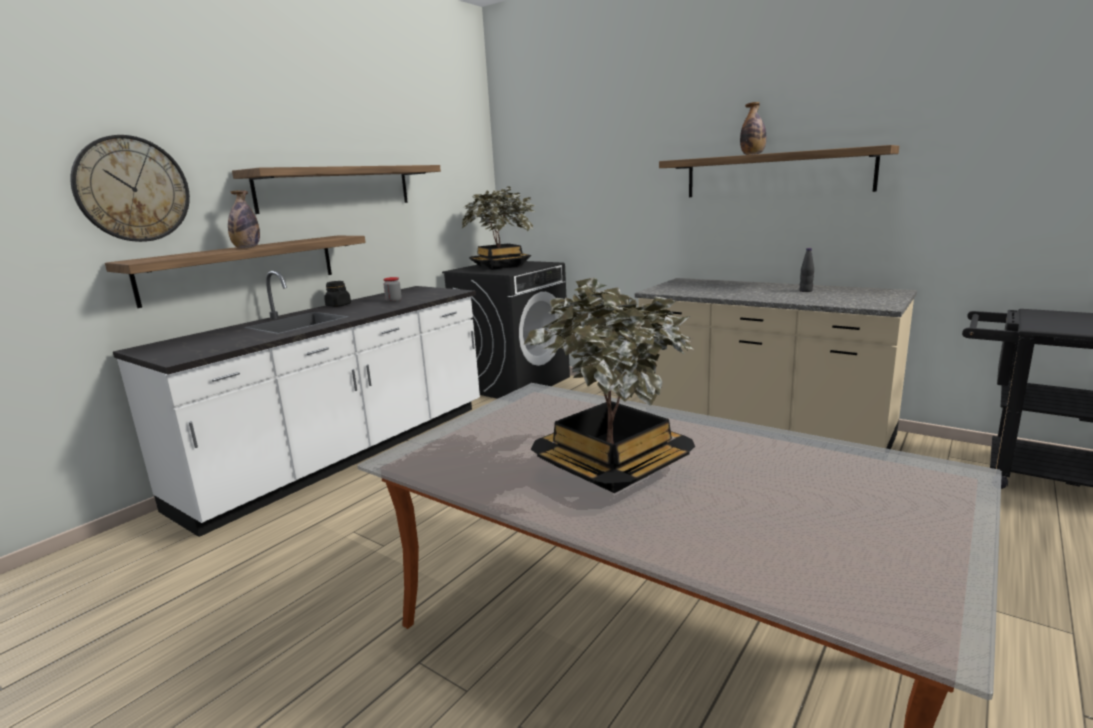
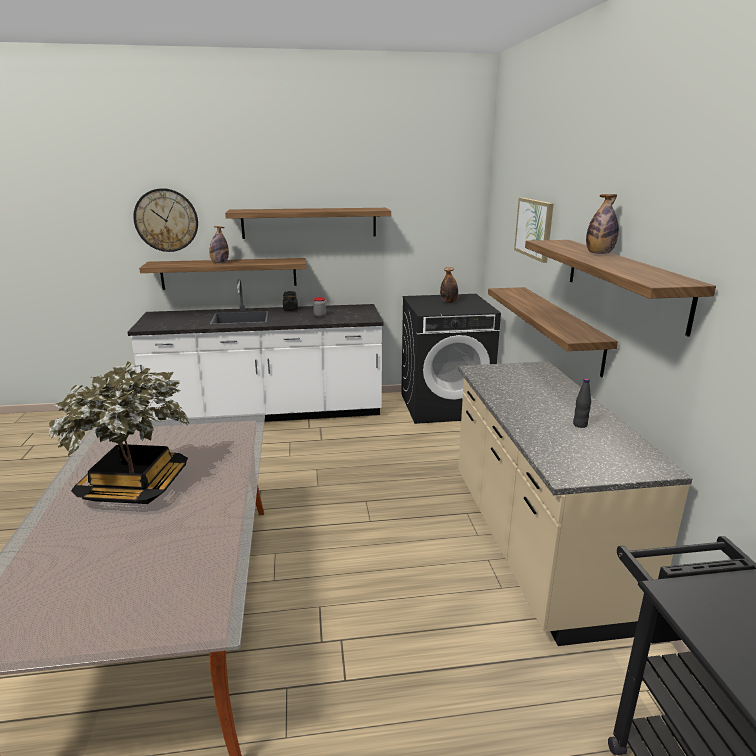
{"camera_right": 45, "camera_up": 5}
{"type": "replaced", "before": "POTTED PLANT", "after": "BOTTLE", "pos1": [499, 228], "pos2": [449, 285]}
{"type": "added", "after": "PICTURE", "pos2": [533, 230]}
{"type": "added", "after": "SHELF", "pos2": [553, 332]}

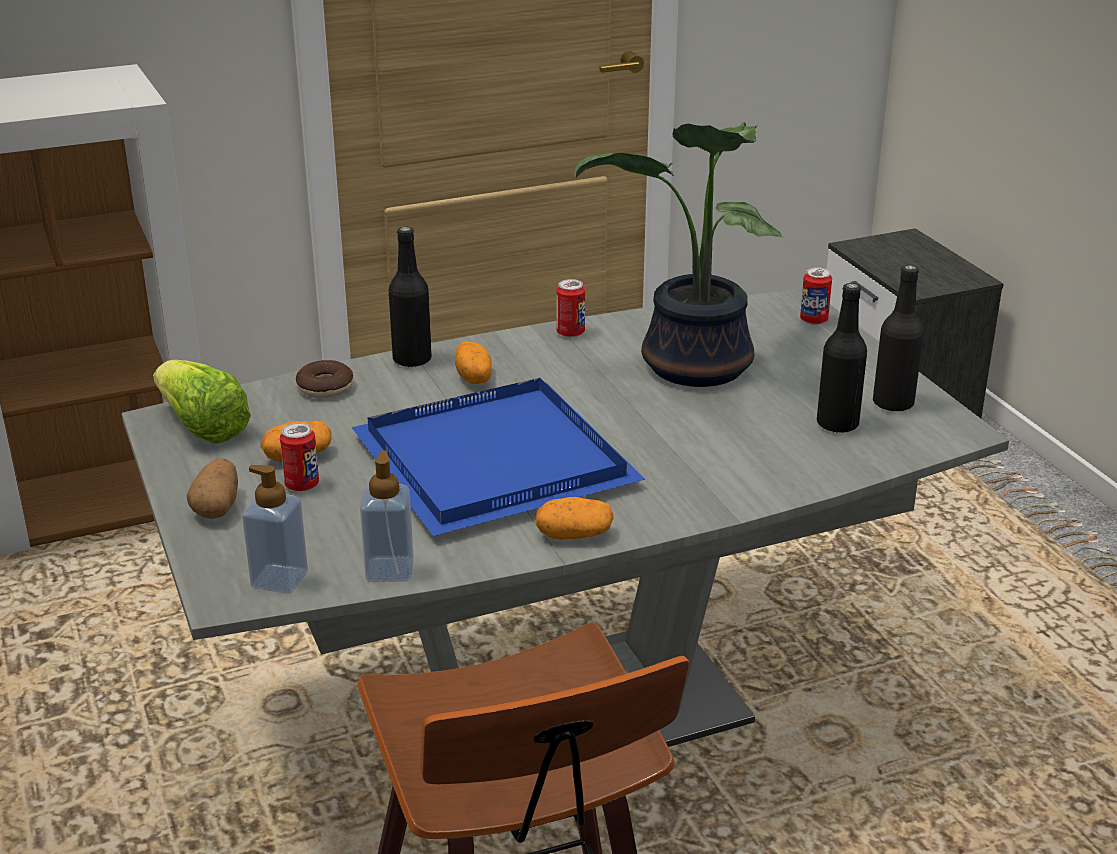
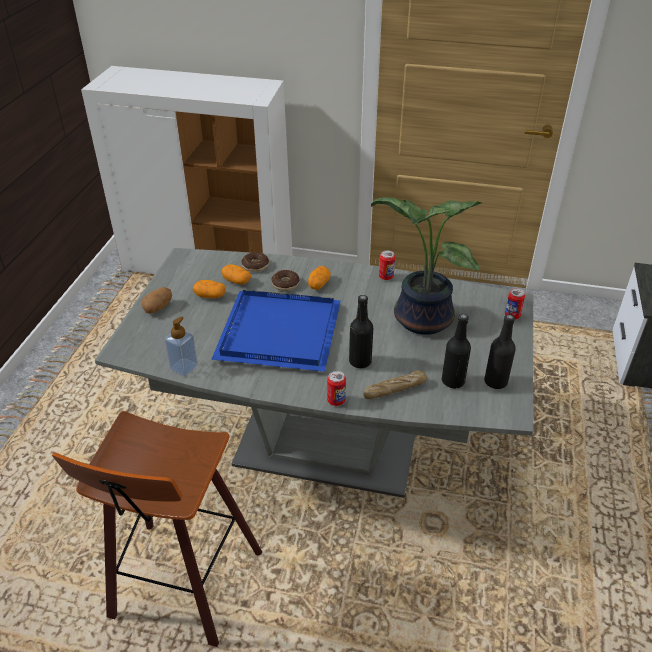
{"camera_right": 35, "camera_up": 10}
{"type": "moved", "before": "BLACK BOTTLE", "pos1": [410, 297], "pos2": [361, 331]}
{"type": "removed", "before": "LETTUCE", "pos1": [202, 402]}
{"type": "moved", "before": "CAN", "pos1": [299, 457], "pos2": [336, 388]}
{"type": "removed", "before": "SOAP DISPENSER", "pos1": [275, 529]}
{"type": "moved", "before": "POTATO", "pos1": [574, 518], "pos2": [236, 274]}
{"type": "added", "after": "DONUT", "pos2": [285, 280]}
{"type": "added", "after": "BREAD", "pos2": [395, 385]}

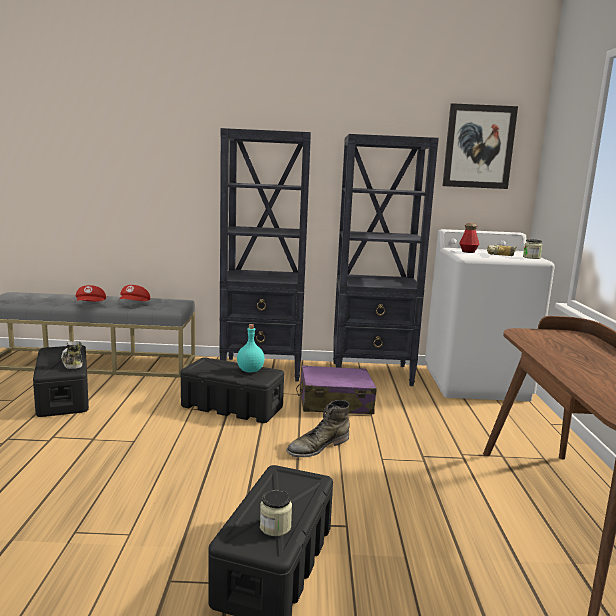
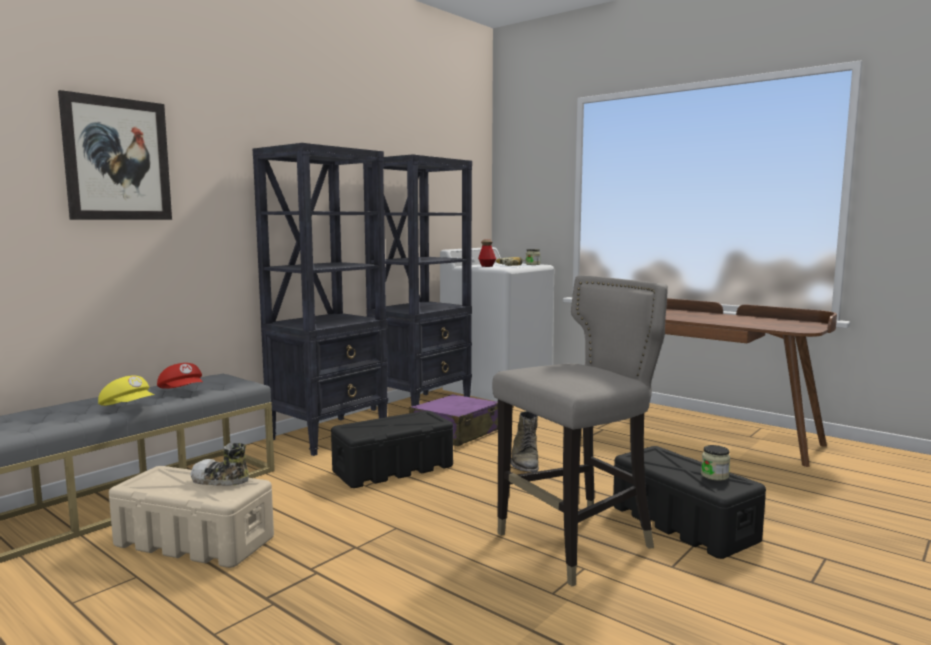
{"camera_right": -50, "camera_up": -5}
{"type": "moved", "before": "PICTURE", "pos1": [480, 146], "pos2": [115, 155]}
{"type": "recoloured", "before": "RED CAP", "after": "YELLOW CAP", "pos1": [91, 293], "pos2": [126, 391]}
{"type": "removed", "before": "TURQUOISE BOTTLE", "pos1": [251, 348]}
{"type": "recoloured", "before": "BLACK STORAGE BOX", "after": "BEIGE STORAGE BOX", "pos1": [61, 381], "pos2": [191, 517]}
{"type": "added", "after": "GREY STOOL", "pos2": [580, 430]}

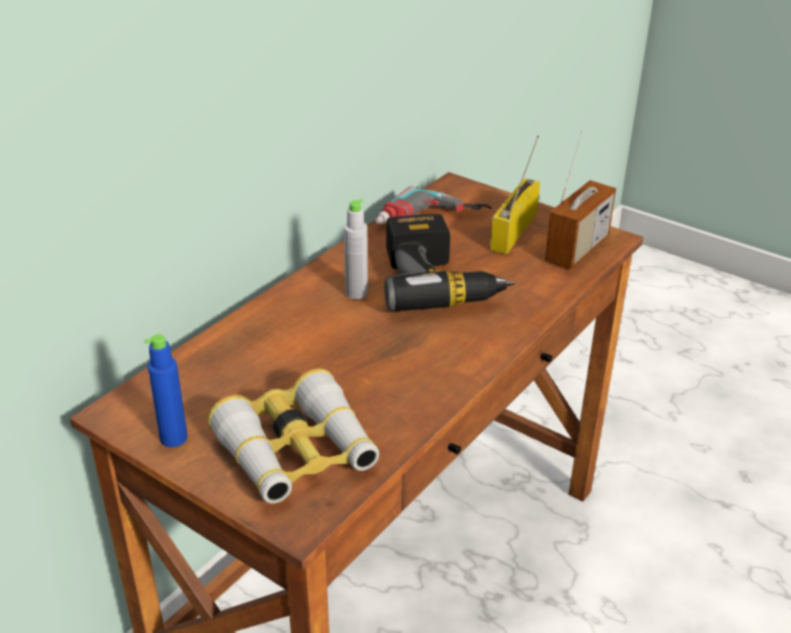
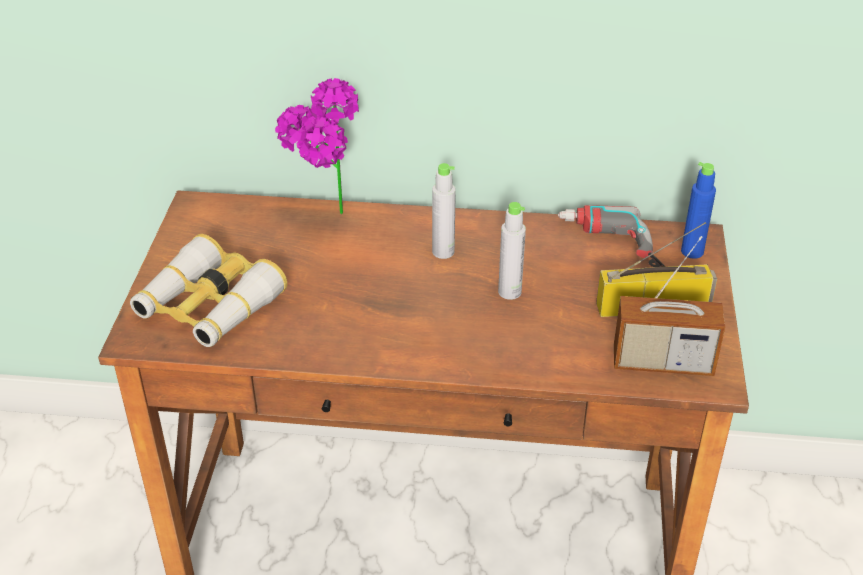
{"camera_right": 60, "camera_up": 5}
{"type": "replaced", "before": "POWER DRILL", "after": "GREY BOTTLE", "pos1": [449, 262], "pos2": [512, 251]}
{"type": "moved", "before": "BLUE BOTTLE", "pos1": [166, 390], "pos2": [698, 210]}
{"type": "added", "after": "POTTED PLANT", "pos2": [317, 146]}

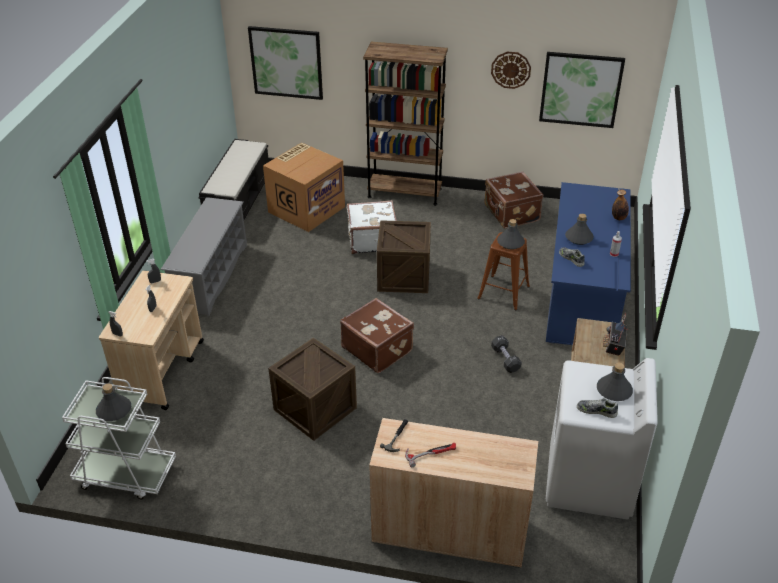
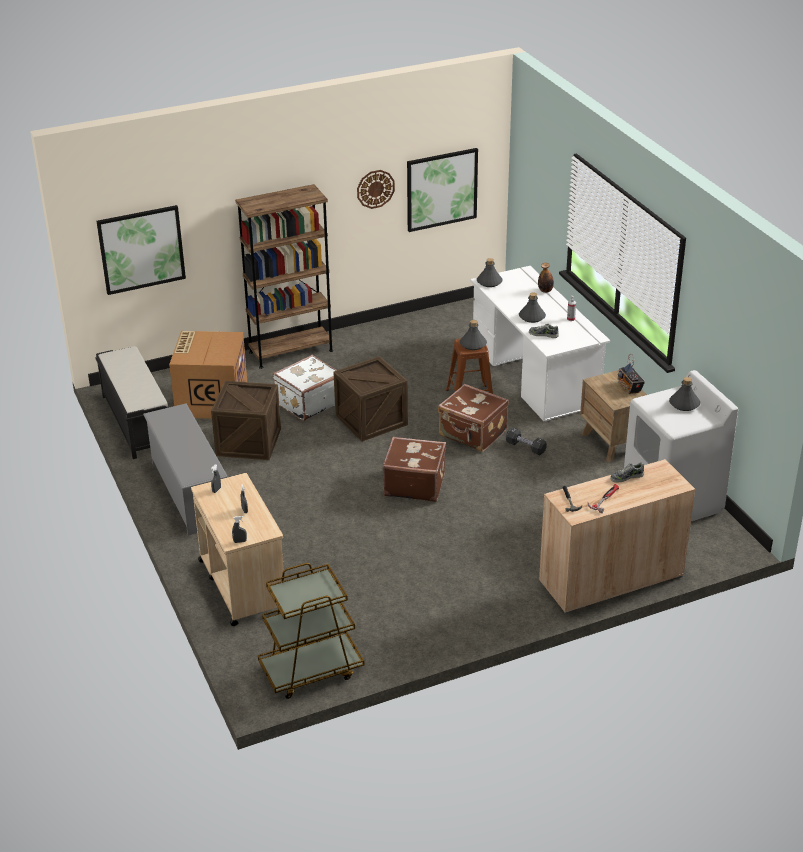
{"camera_right": -35, "camera_up": -5}
{"type": "moved", "before": "BROWN SUITCASE", "pos1": [514, 200], "pos2": [473, 418]}
{"type": "recoloured", "before": "BLUE DESK", "after": "WHITE DESK", "pos1": [588, 263], "pos2": [540, 343]}
{"type": "moved", "before": "CRATE", "pos1": [312, 389], "pos2": [246, 420]}
{"type": "recoloured", "before": "WHITE CART", "after": "BROWN CART", "pos1": [119, 438], "pos2": [311, 631]}
{"type": "moved", "before": "GREY BOTTLE", "pos1": [113, 402], "pos2": [490, 272]}
{"type": "moved", "before": "SHOE", "pos1": [597, 408], "pos2": [627, 472]}

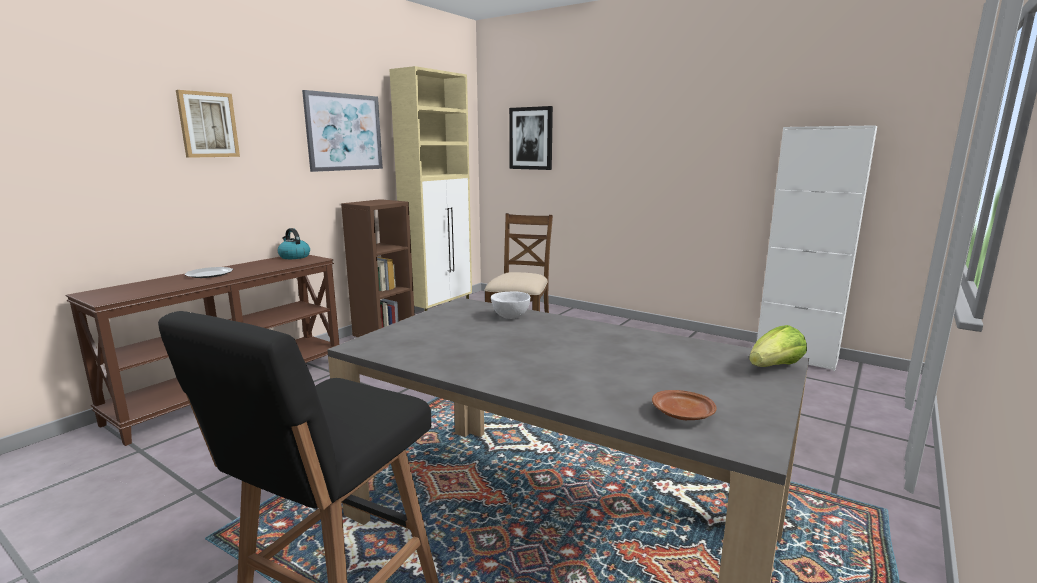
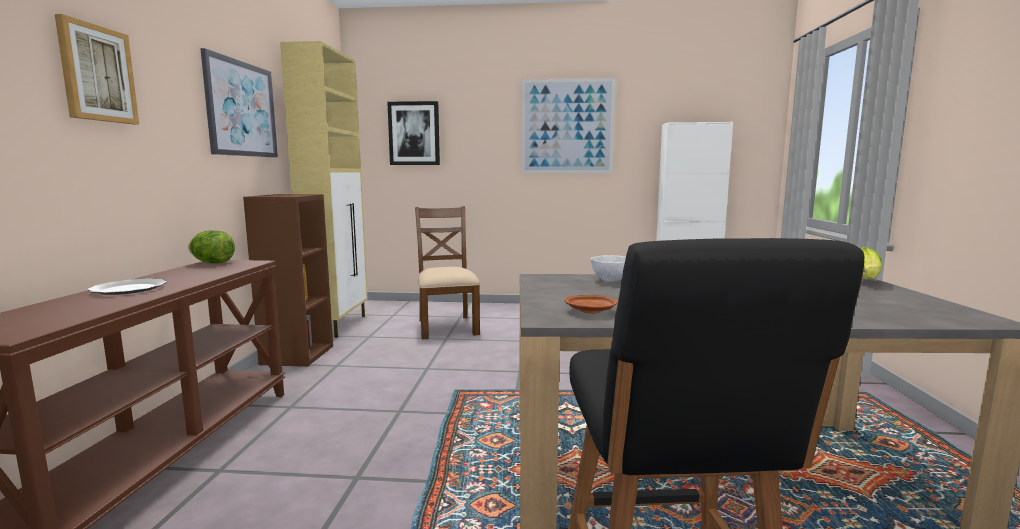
{"camera_right": -30, "camera_up": -5}
{"type": "replaced", "before": "KETTLE", "after": "LETTUCE", "pos1": [294, 243], "pos2": [211, 246]}
{"type": "moved", "before": "BROWN PLATE", "pos1": [684, 405], "pos2": [591, 304]}
{"type": "added", "after": "PICTURE", "pos2": [569, 125]}

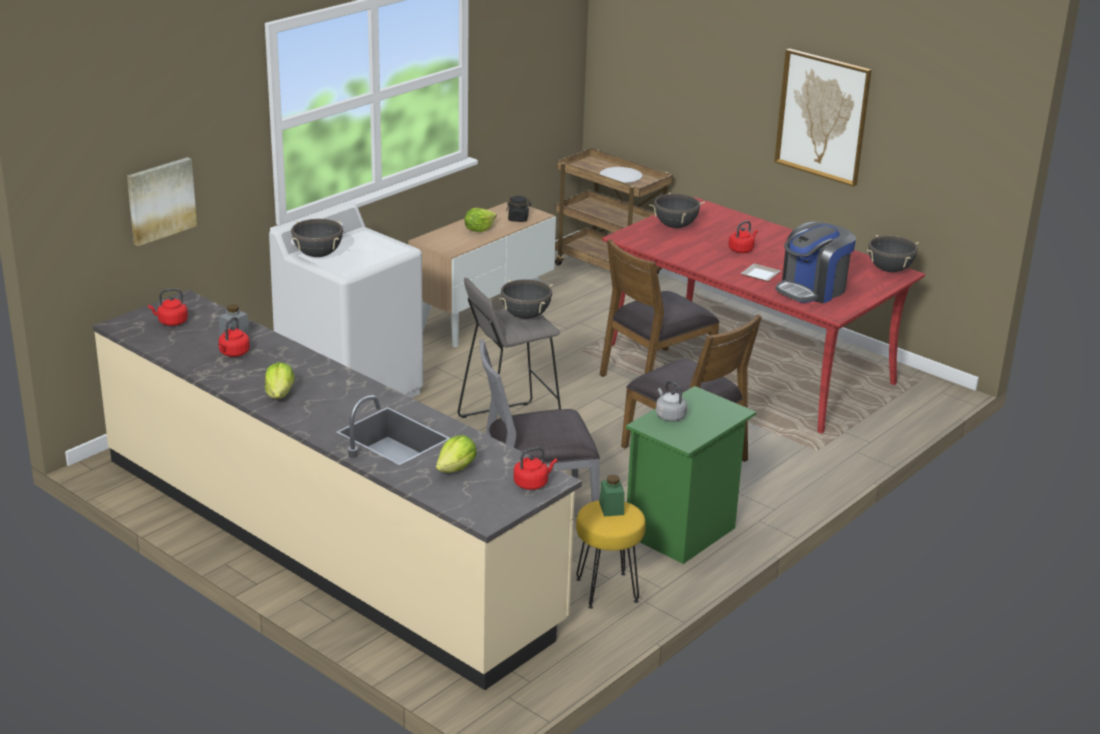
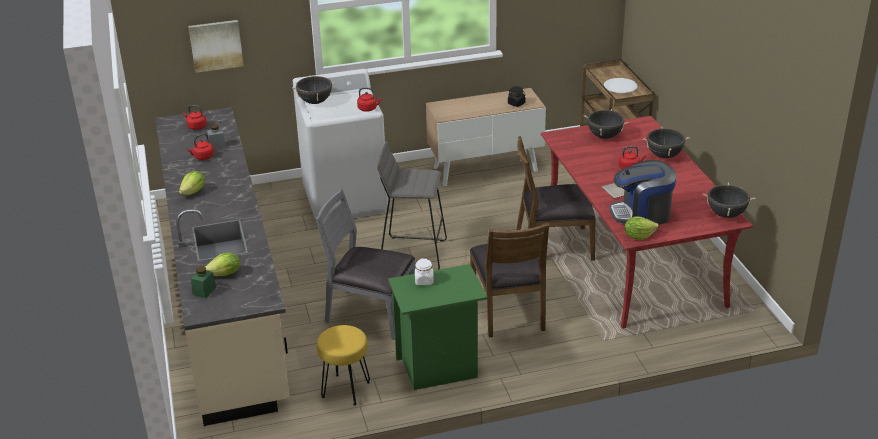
{"camera_right": 35, "camera_up": 5}
{"type": "removed", "before": "PICTURE", "pos1": [823, 118]}
{"type": "moved", "before": "LETTUCE", "pos1": [480, 220], "pos2": [641, 228]}
{"type": "moved", "before": "BLACK COOKING POT", "pos1": [526, 299], "pos2": [666, 142]}
{"type": "replaced", "before": "GREY KETTLE", "after": "WHITE JAR", "pos1": [671, 401], "pos2": [424, 271]}
{"type": "moved", "before": "RED KETTLE", "pos1": [535, 468], "pos2": [369, 99]}
{"type": "moved", "before": "GREEN JAR", "pos1": [612, 495], "pos2": [203, 283]}

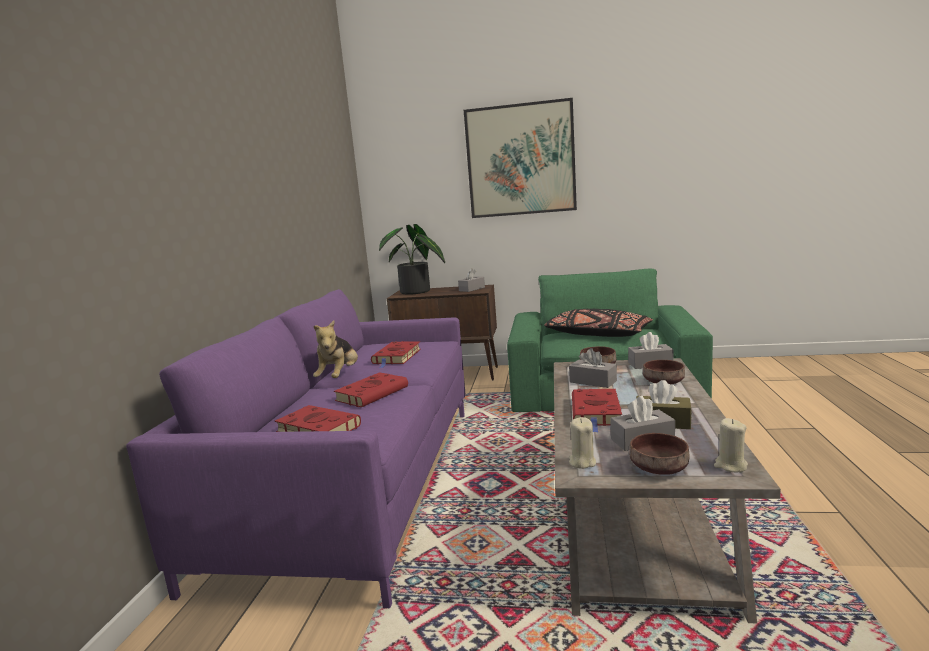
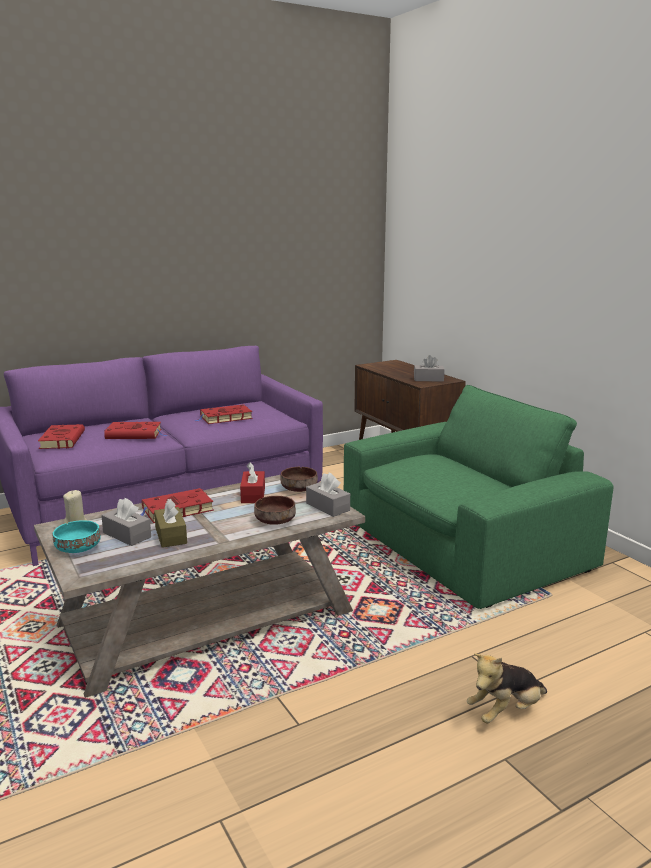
{"camera_right": 50, "camera_up": 5}
{"type": "removed", "before": "PICTURE", "pos1": [520, 158]}
{"type": "removed", "before": "POTTED PLANT", "pos1": [412, 259]}
{"type": "removed", "before": "BLACK PILLOW", "pos1": [598, 323]}
{"type": "moved", "before": "PLUSH TOY", "pos1": [335, 349], "pos2": [507, 688]}
{"type": "recoloured", "before": "GREY TISSUE BOX", "after": "RED TISSUE BOX", "pos1": [593, 368], "pos2": [252, 482]}
{"type": "removed", "before": "BEIGE CANDLE", "pos1": [731, 445]}
{"type": "recoloured", "before": "BROWN BOWL", "after": "TURQUOISE BOWL", "pos1": [659, 454], "pos2": [77, 536]}

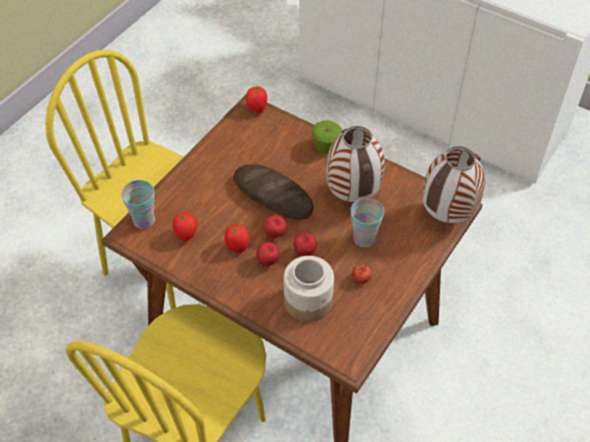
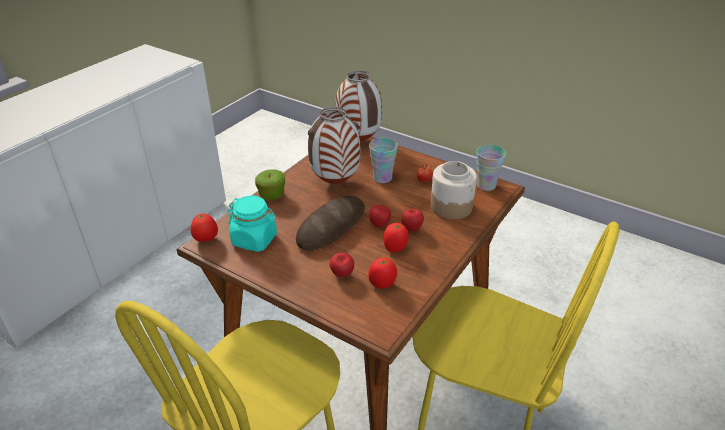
{"camera_right": -90, "camera_up": -15}
{"type": "moved", "before": "CUP", "pos1": [138, 204], "pos2": [491, 168]}
{"type": "moved", "before": "APPLE", "pos1": [305, 244], "pos2": [341, 265]}
{"type": "added", "after": "TURQUOISE JAR", "pos2": [252, 224]}

